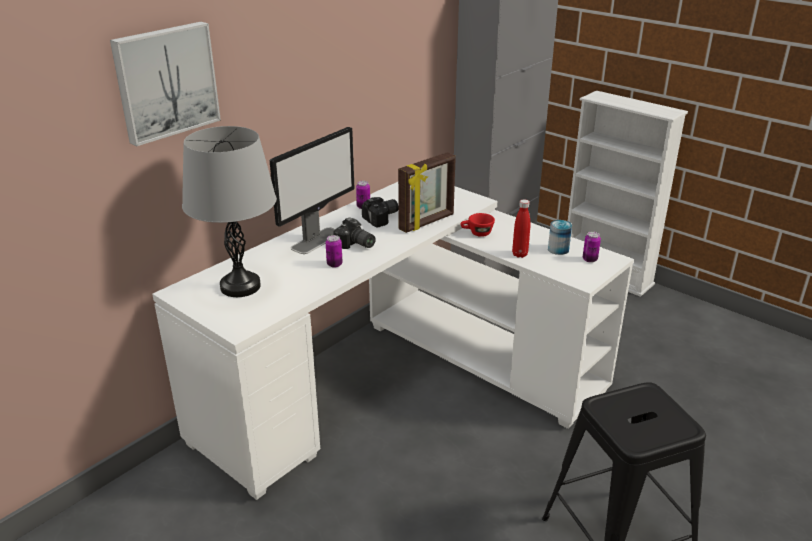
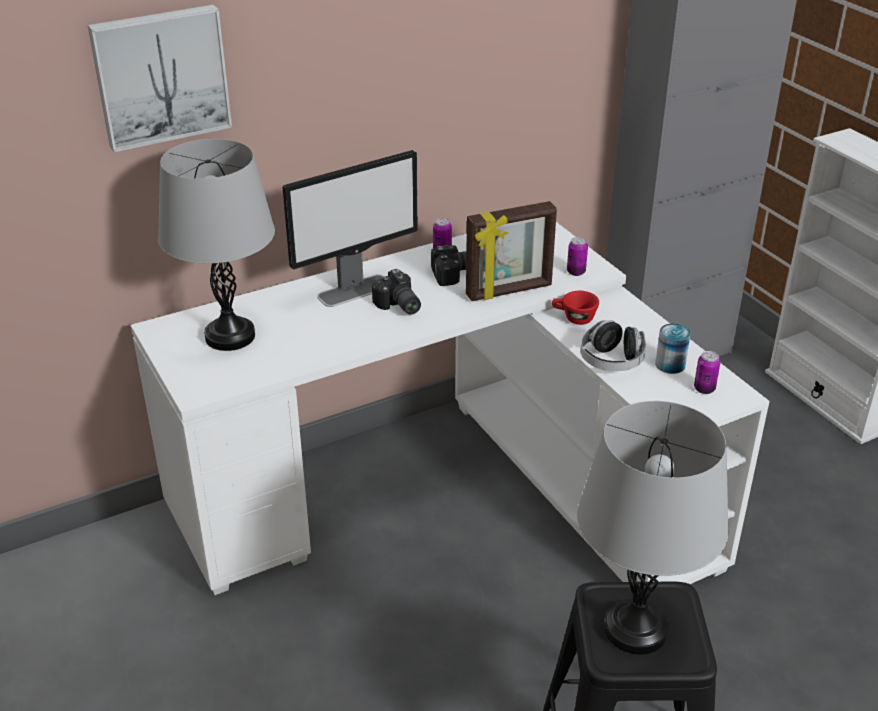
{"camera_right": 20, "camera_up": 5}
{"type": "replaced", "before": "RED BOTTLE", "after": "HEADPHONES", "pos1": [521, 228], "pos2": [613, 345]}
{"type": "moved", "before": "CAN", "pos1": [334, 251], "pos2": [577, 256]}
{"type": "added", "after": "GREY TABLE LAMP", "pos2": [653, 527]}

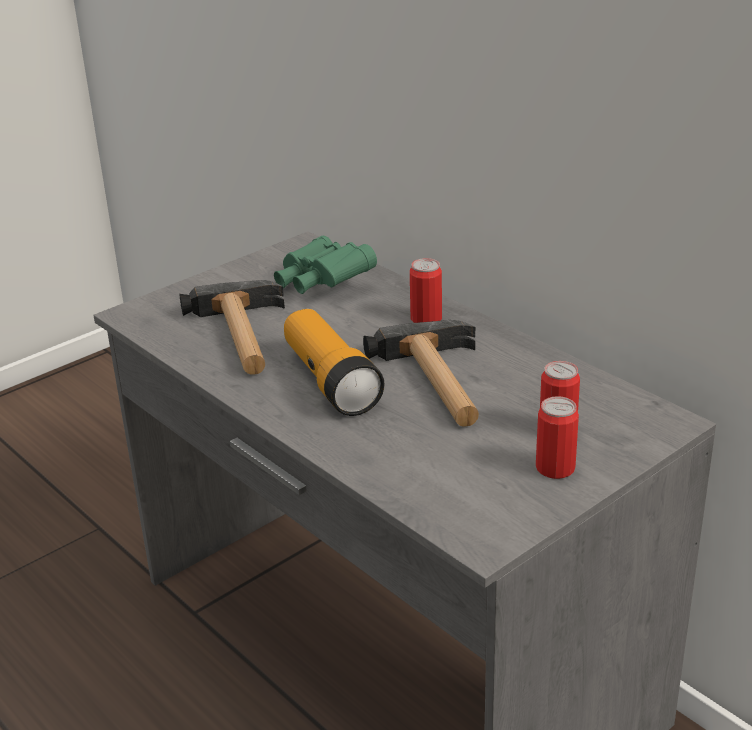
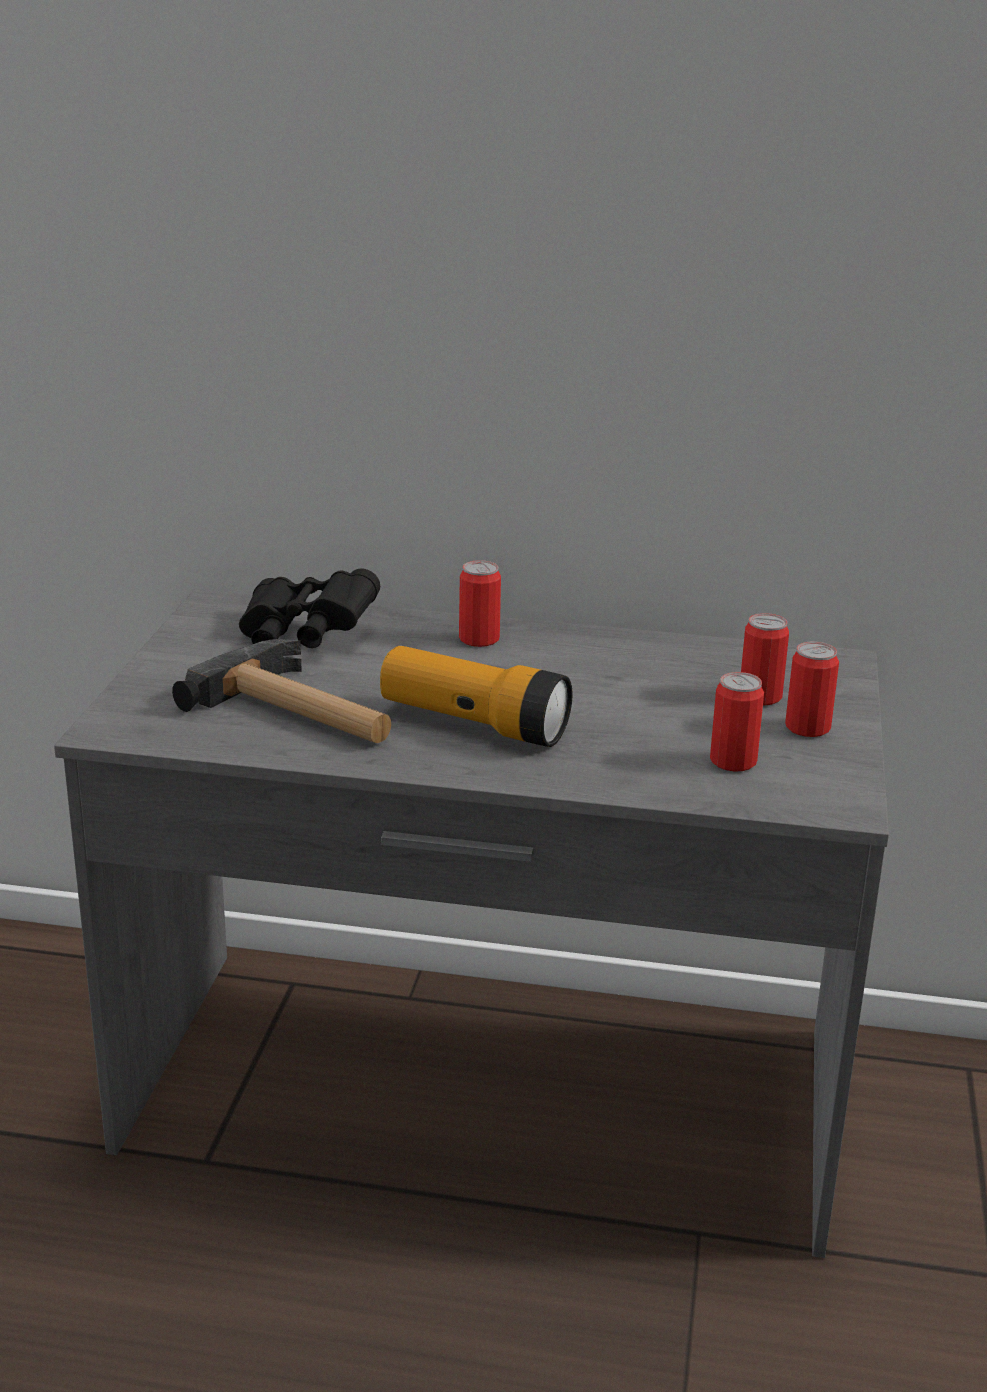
{"camera_right": -40, "camera_up": -5}
{"type": "recoloured", "before": "GREEN BINOCULARS", "after": "BLACK BINOCULARS", "pos1": [325, 265], "pos2": [309, 608]}
{"type": "removed", "before": "HAMMER", "pos1": [421, 373]}
{"type": "added", "after": "CAN", "pos2": [737, 721]}

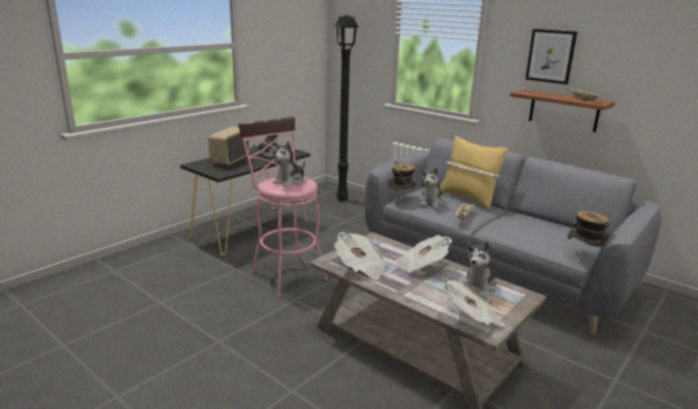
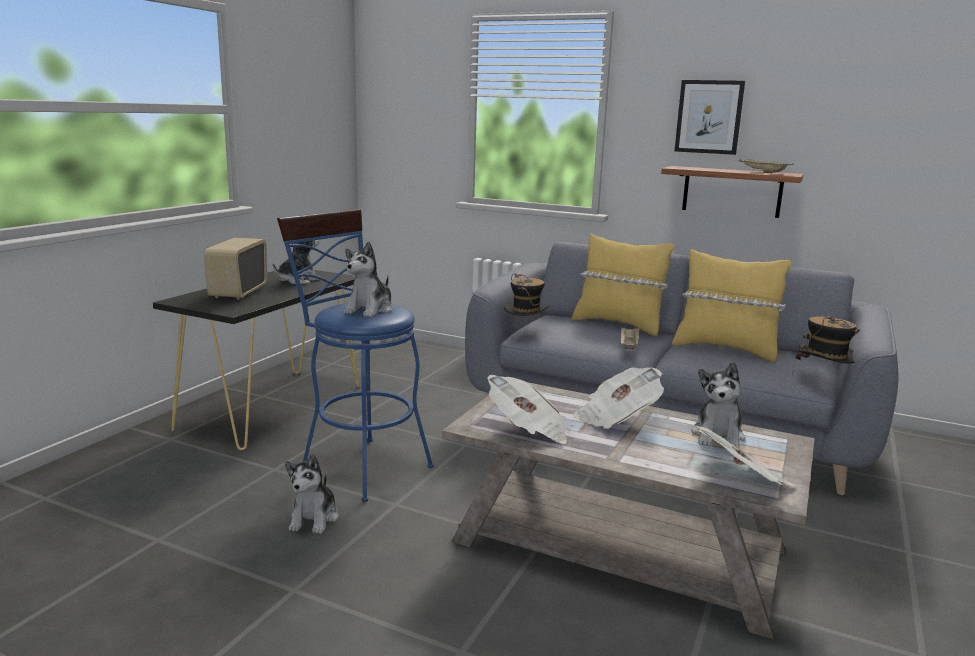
{"camera_right": -15, "camera_up": -5}
{"type": "removed", "before": "BLACK FLOOR LAMP", "pos1": [346, 108]}
{"type": "recoloured", "before": "PINK STOOL", "after": "BLUE STOOL", "pos1": [283, 206], "pos2": [355, 355]}
{"type": "moved", "before": "PLUSH TOY", "pos1": [431, 187], "pos2": [311, 494]}
{"type": "added", "after": "YELLOW PILLOW", "pos2": [732, 305]}

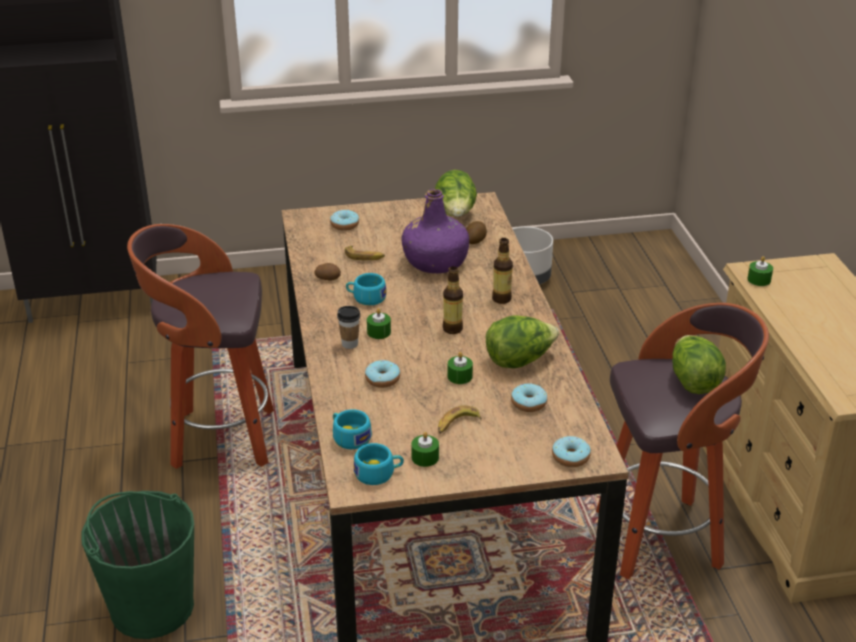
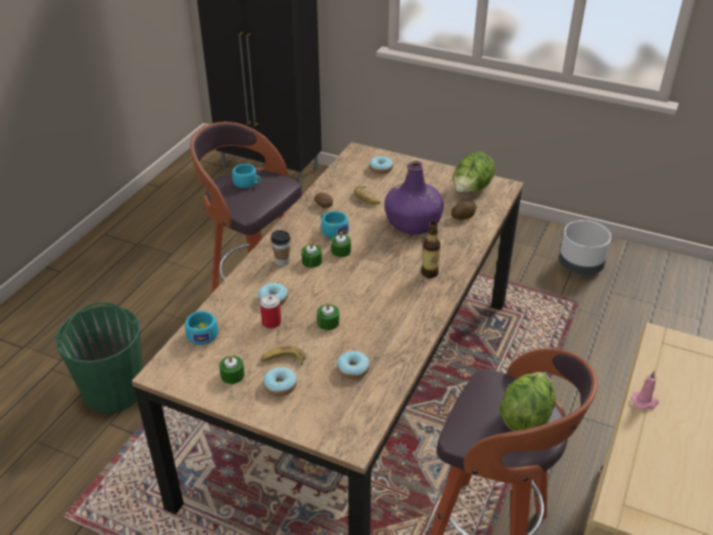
{"camera_right": 35, "camera_up": 5}
{"type": "moved", "before": "GREEN CANDLE", "pos1": [760, 271], "pos2": [341, 244]}
{"type": "removed", "before": "BOTTLE", "pos1": [453, 300]}
{"type": "removed", "before": "LETTUCE", "pos1": [522, 341]}
{"type": "moved", "before": "DONUT", "pos1": [571, 451], "pos2": [280, 381]}
{"type": "moved", "before": "TURQUOISE CUP", "pos1": [379, 464], "pos2": [246, 176]}
{"type": "added", "after": "CAN", "pos2": [270, 311]}
{"type": "added", "after": "PINK CANDLE", "pos2": [645, 390]}

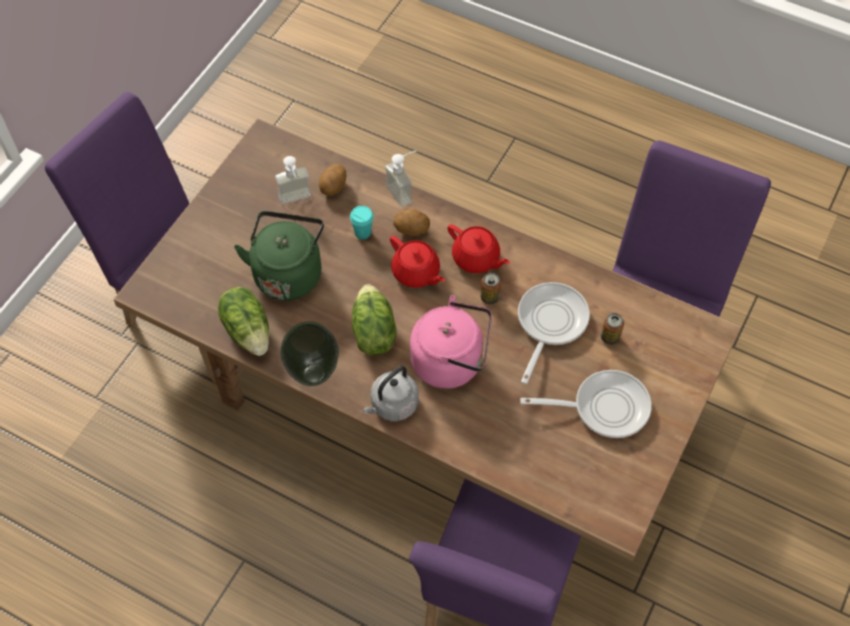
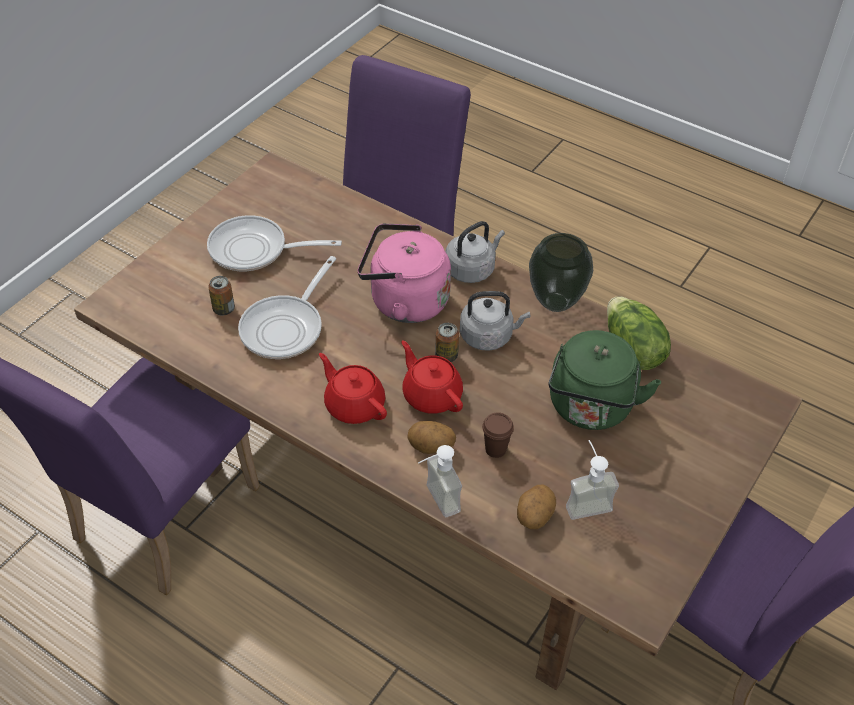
{"camera_right": -175, "camera_up": -10}
{"type": "recoloured", "before": "TURQUOISE CUP", "after": "BROWN CUP", "pos1": [362, 223], "pos2": [498, 435]}
{"type": "moved", "before": "CAN", "pos1": [491, 289], "pos2": [447, 342]}
{"type": "replaced", "before": "LETTUCE", "after": "GREY KETTLE", "pos1": [374, 319], "pos2": [495, 321]}

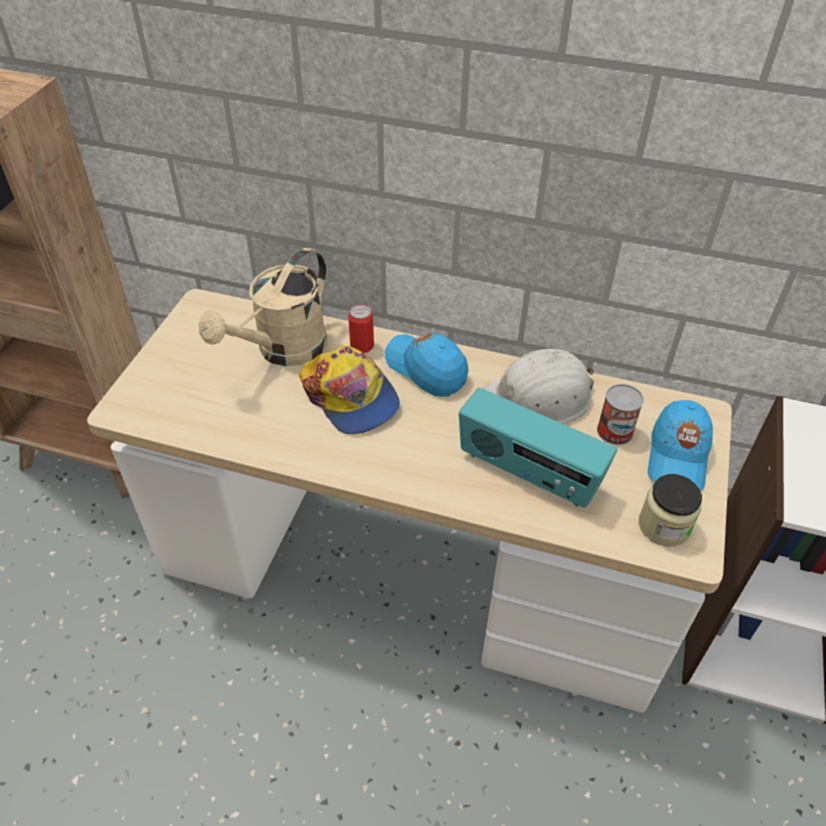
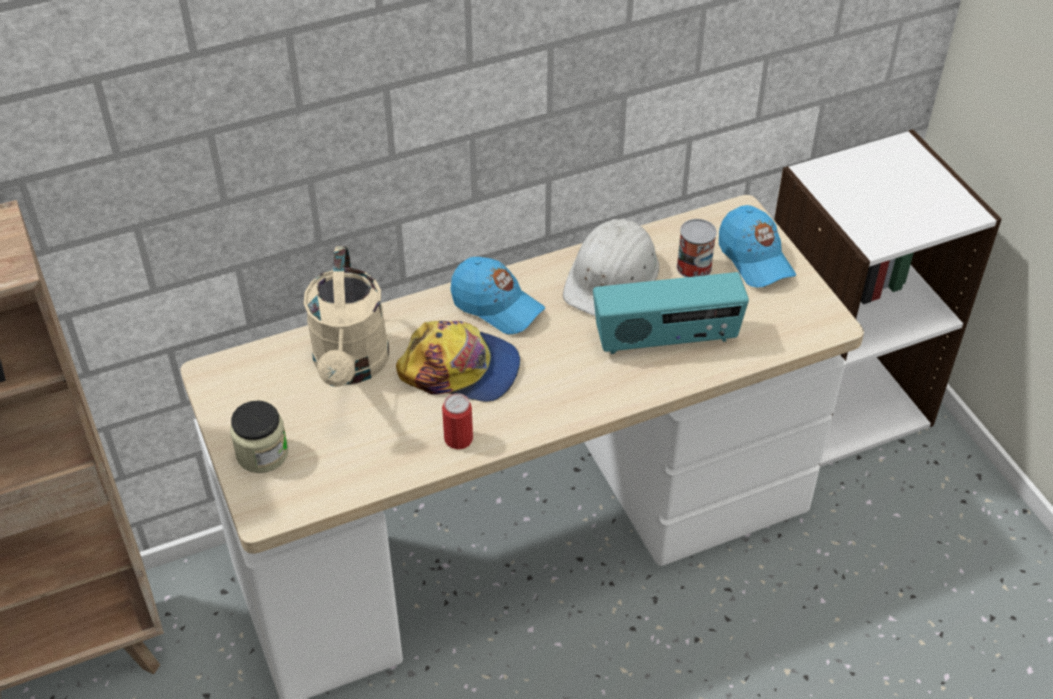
{"camera_right": -40, "camera_up": 0}
{"type": "moved", "before": "CAN", "pos1": [361, 328], "pos2": [457, 421]}
{"type": "turned", "before": "BLUE CAP", "pos1": [427, 365], "pos2": [497, 296], "turn": -150}
{"type": "moved", "before": "JAR", "pos1": [670, 510], "pos2": [259, 436]}

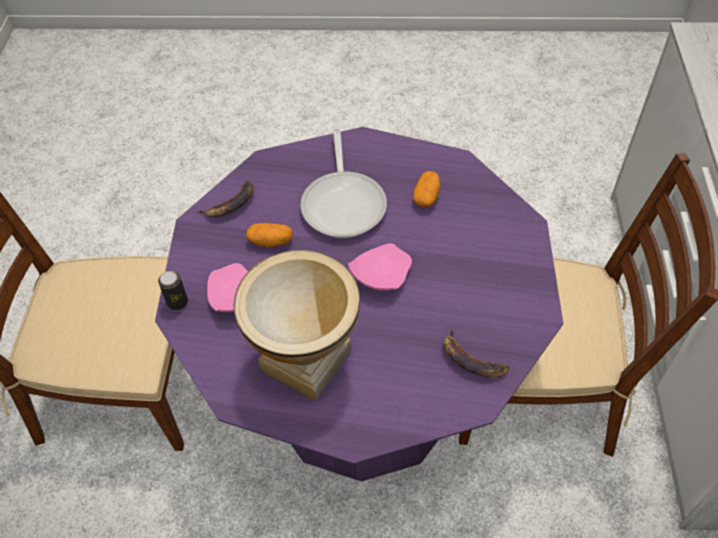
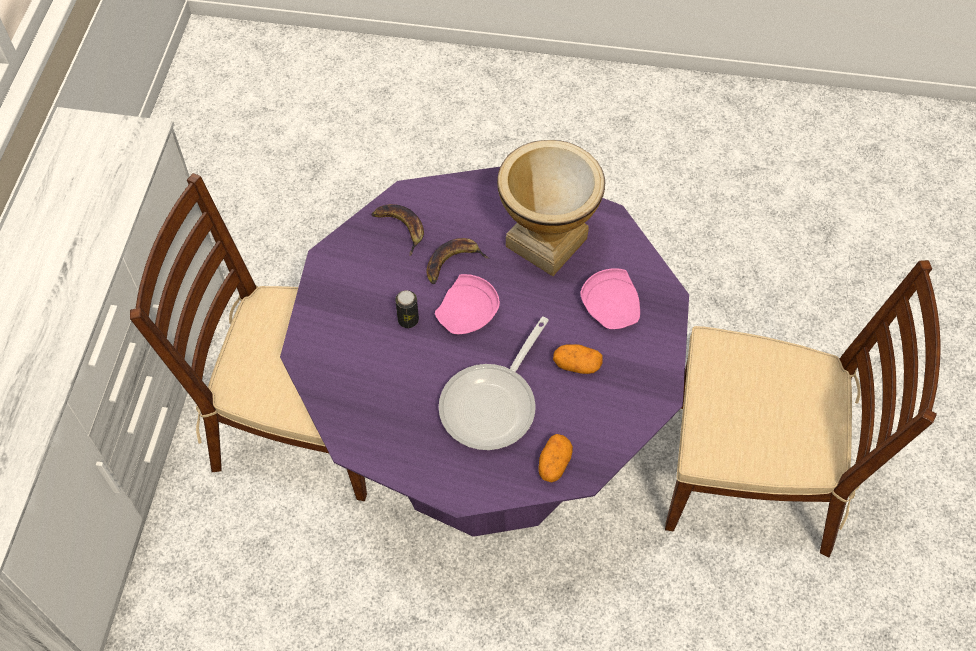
{"camera_right": -175, "camera_up": 5}
{"type": "turned", "before": "FRYING PAN", "pos1": [343, 181], "pos2": [494, 383], "turn": -150}
{"type": "moved", "before": "POTATO", "pos1": [426, 189], "pos2": [555, 458]}
{"type": "moved", "before": "BANANA", "pos1": [225, 198], "pos2": [458, 261]}
{"type": "moved", "before": "CAN", "pos1": [173, 290], "pos2": [407, 309]}

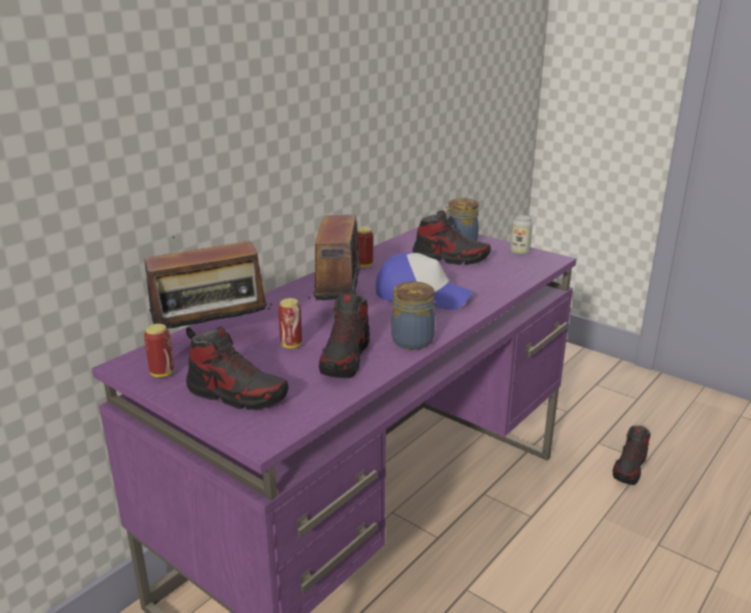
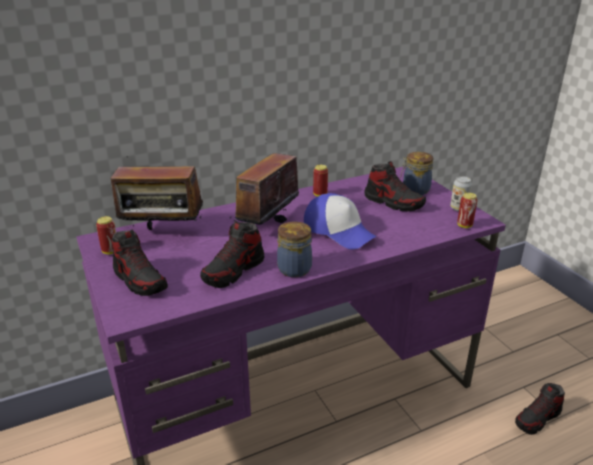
{"camera_right": 25, "camera_up": 5}
{"type": "moved", "before": "CAN", "pos1": [290, 323], "pos2": [467, 210]}

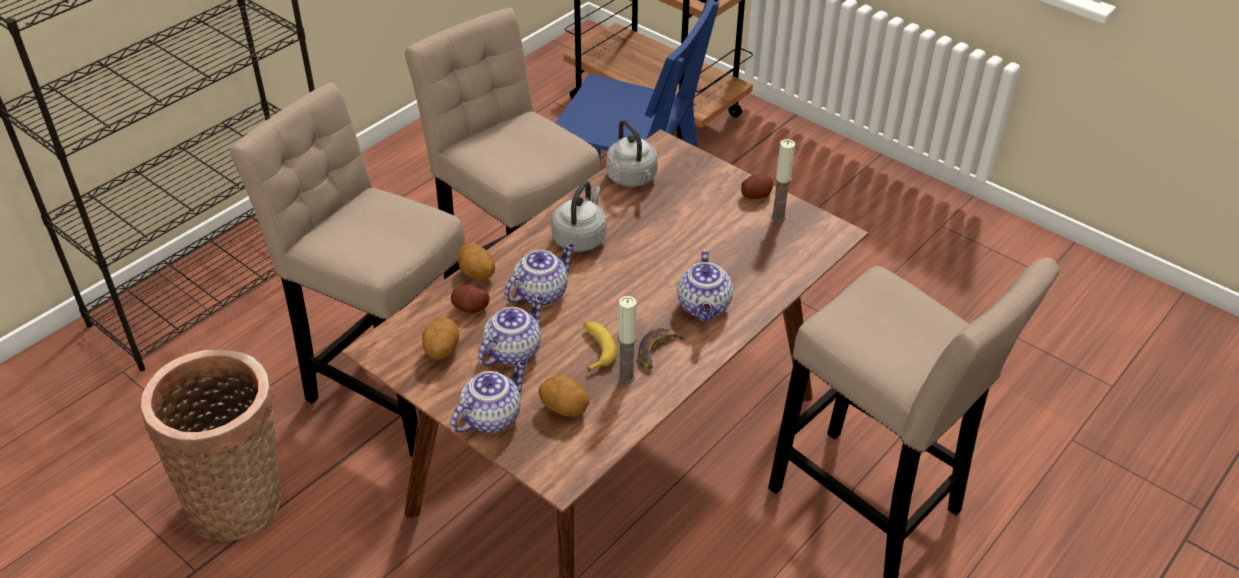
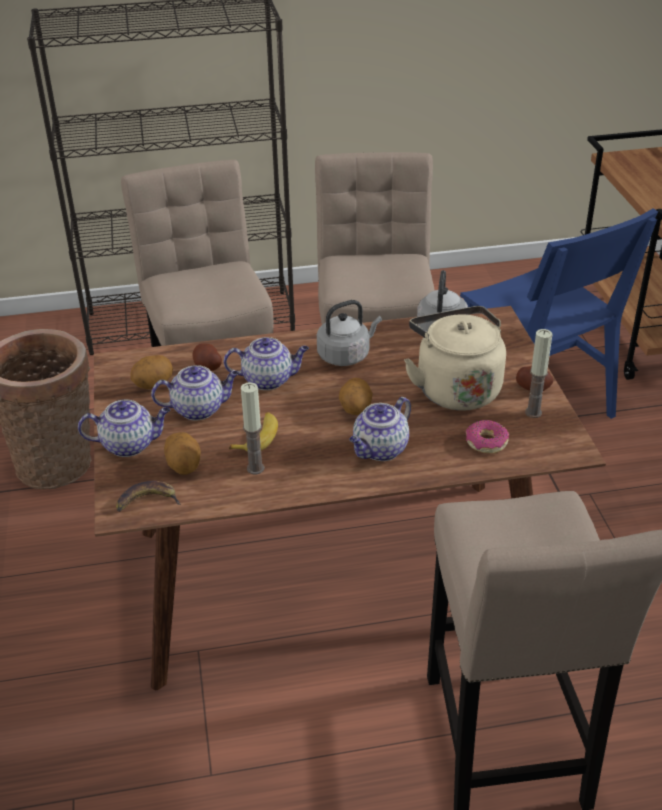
{"camera_right": 40, "camera_up": -5}
{"type": "moved", "before": "POTATO", "pos1": [476, 262], "pos2": [356, 396]}
{"type": "moved", "before": "BANANA", "pos1": [662, 348], "pos2": [148, 496]}
{"type": "added", "after": "BEIGE KETTLE", "pos2": [455, 358]}
{"type": "added", "after": "DONUT", "pos2": [487, 436]}

